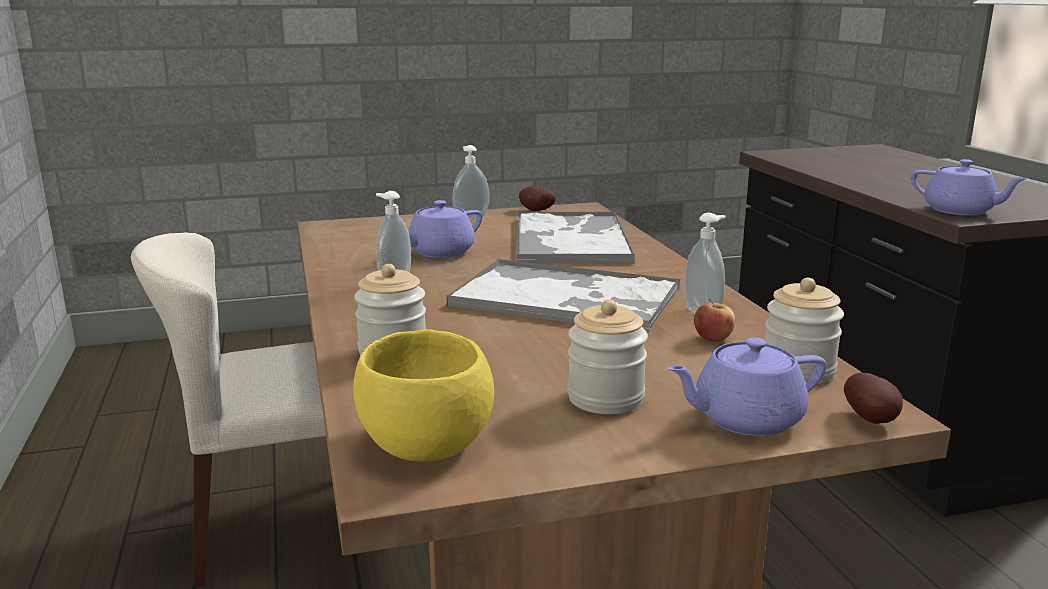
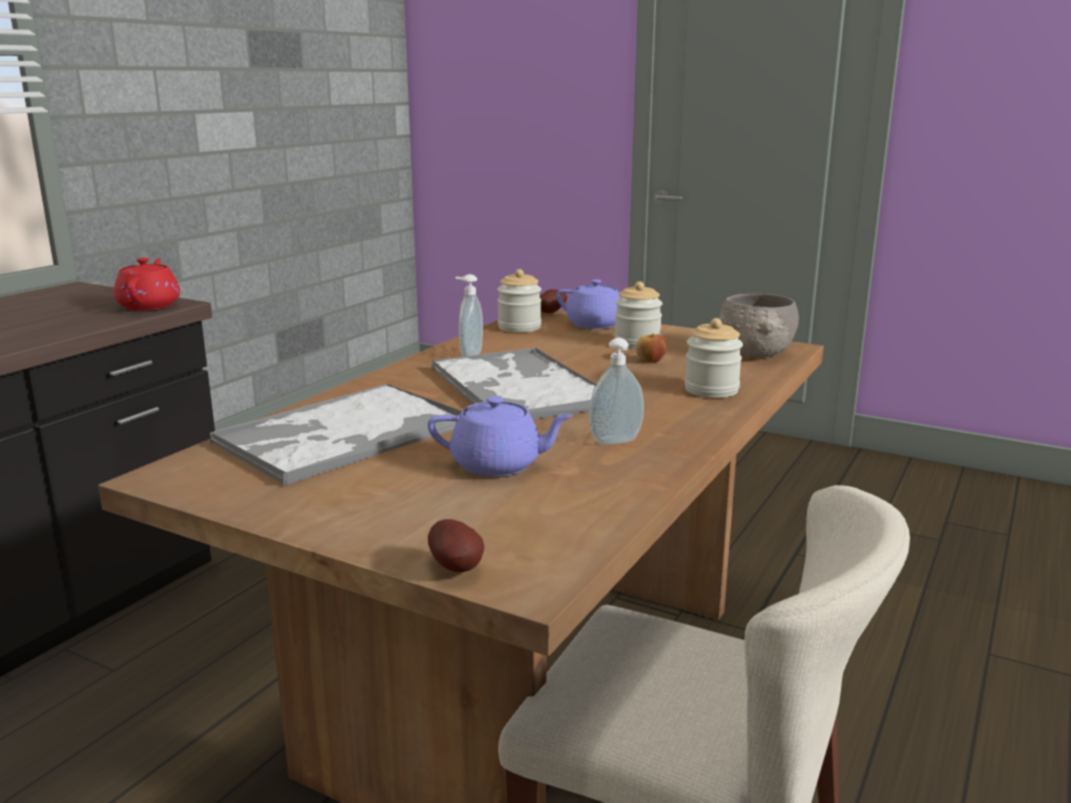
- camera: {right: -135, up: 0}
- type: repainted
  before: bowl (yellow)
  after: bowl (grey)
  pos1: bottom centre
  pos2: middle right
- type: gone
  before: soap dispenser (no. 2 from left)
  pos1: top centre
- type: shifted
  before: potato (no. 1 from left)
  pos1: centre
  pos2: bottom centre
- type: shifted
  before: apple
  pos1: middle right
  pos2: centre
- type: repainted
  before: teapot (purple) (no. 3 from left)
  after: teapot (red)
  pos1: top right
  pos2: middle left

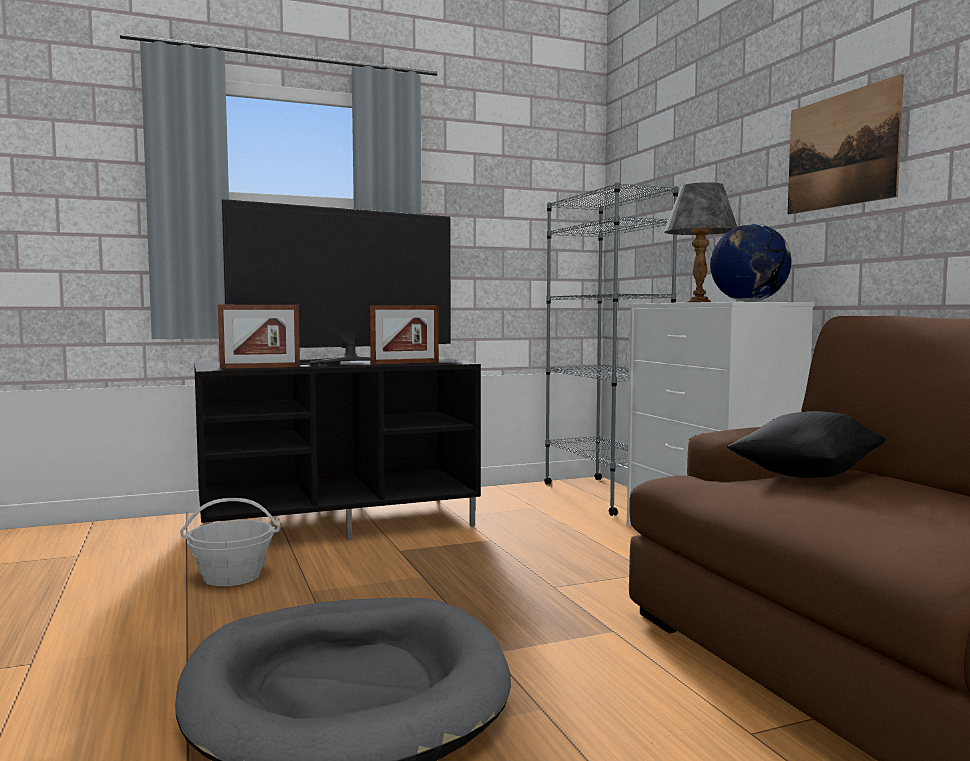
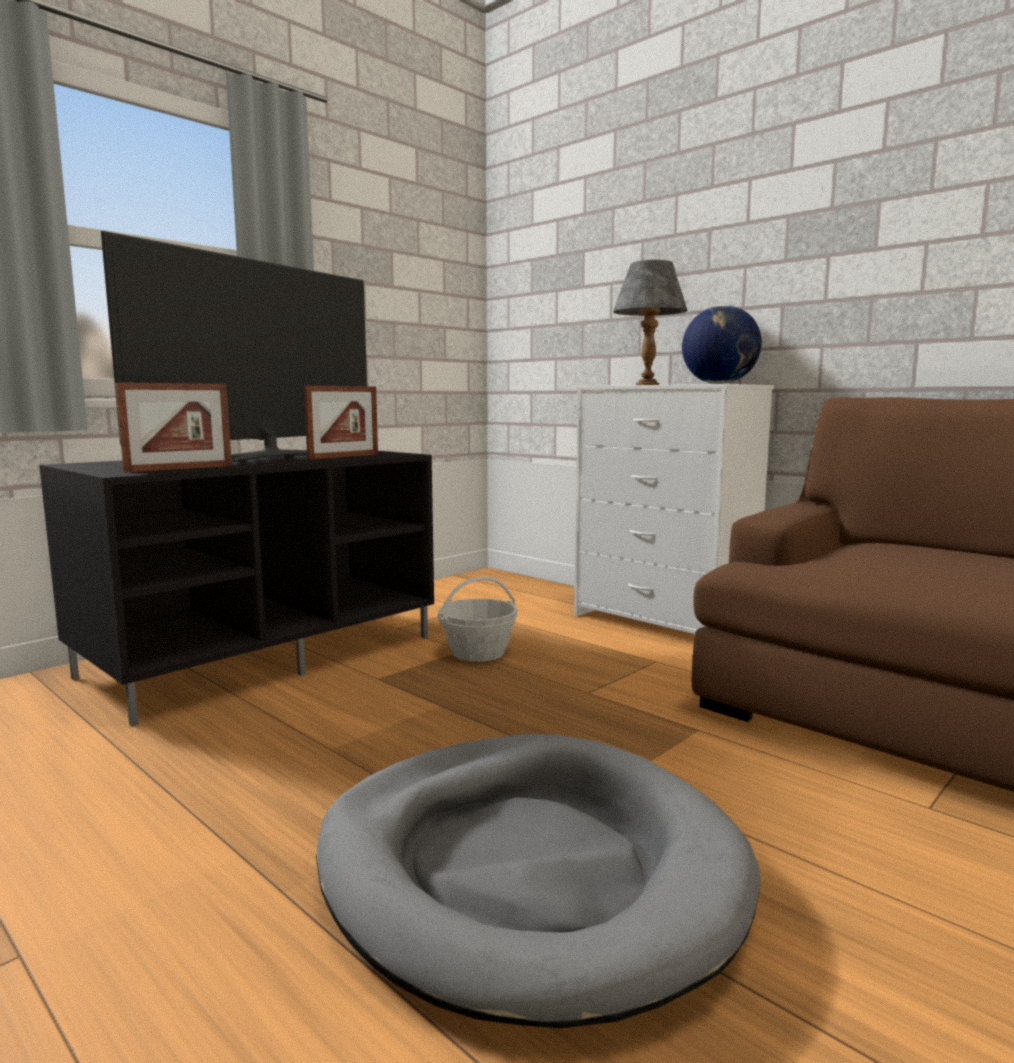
- camera: {right: -25, up: 5}
- type: shifted
  before: basket
  pos1: bottom left
  pos2: centre
- type: gone
  before: bookcase (grey)
  pos1: centre
- type: gone
  before: pillow (black)
  pos1: middle right
- type: gone
  before: picture
  pos1: top right

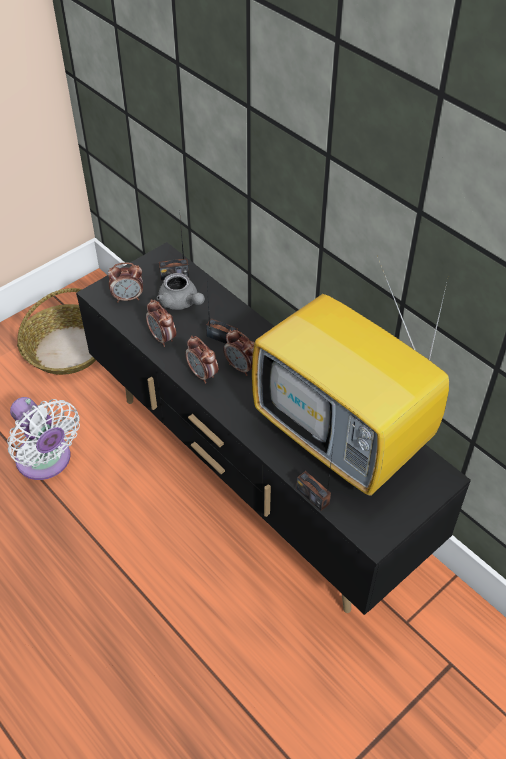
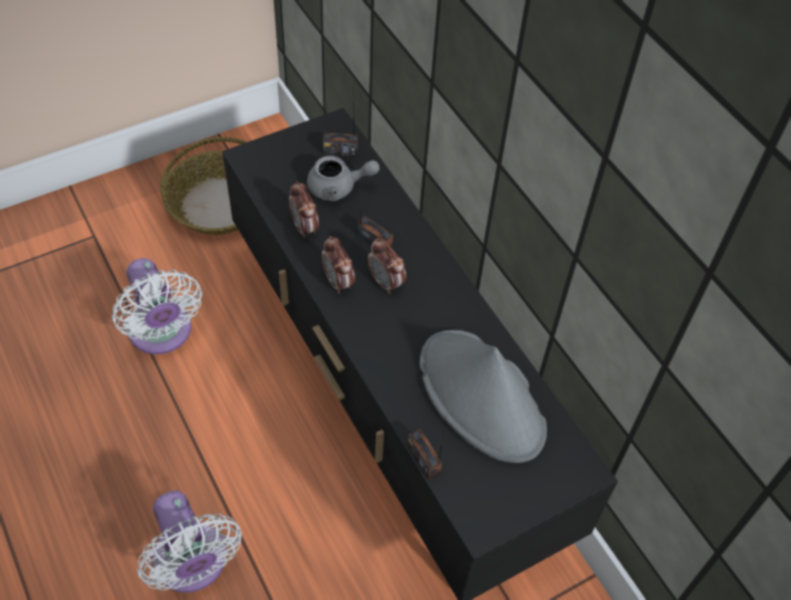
- camera: {right: 10, up: 5}
- type: gone
  before: alarm clock (no. 1 from left)
  pos1: middle left
- type: rotated
  before: teapot (grey)
  pos1: centre
  pos2: top centre
  turn: -60
- type: swapped
  before: television
  after: hat (grey)
  pos1: middle right
  pos2: centre
- type: new
  after: fan (white) (no. 2 from left)
  pos2: bottom left

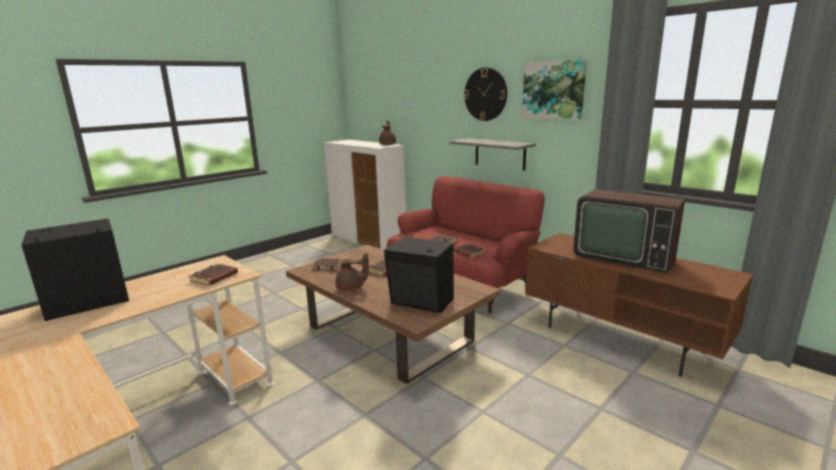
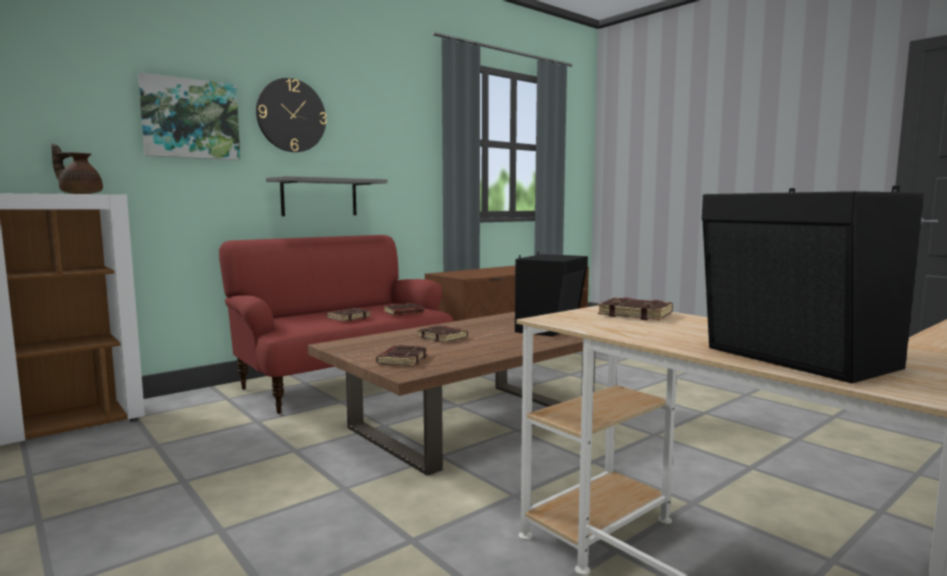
- camera: {right: -85, up: -10}
- type: gone
  before: teapot (brown) (no. 1 from left)
  pos1: centre
- type: shifted
  before: picture
  pos1: top centre
  pos2: top left
- type: gone
  before: television
  pos1: middle right

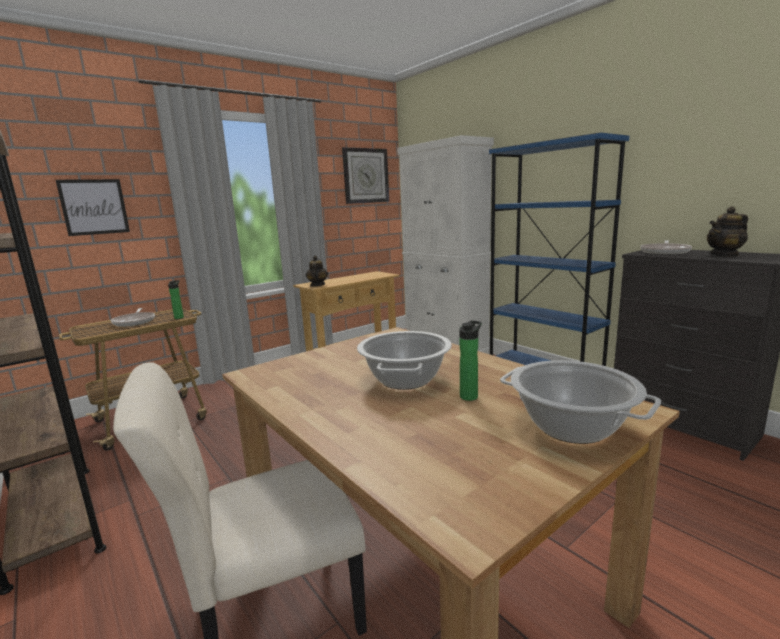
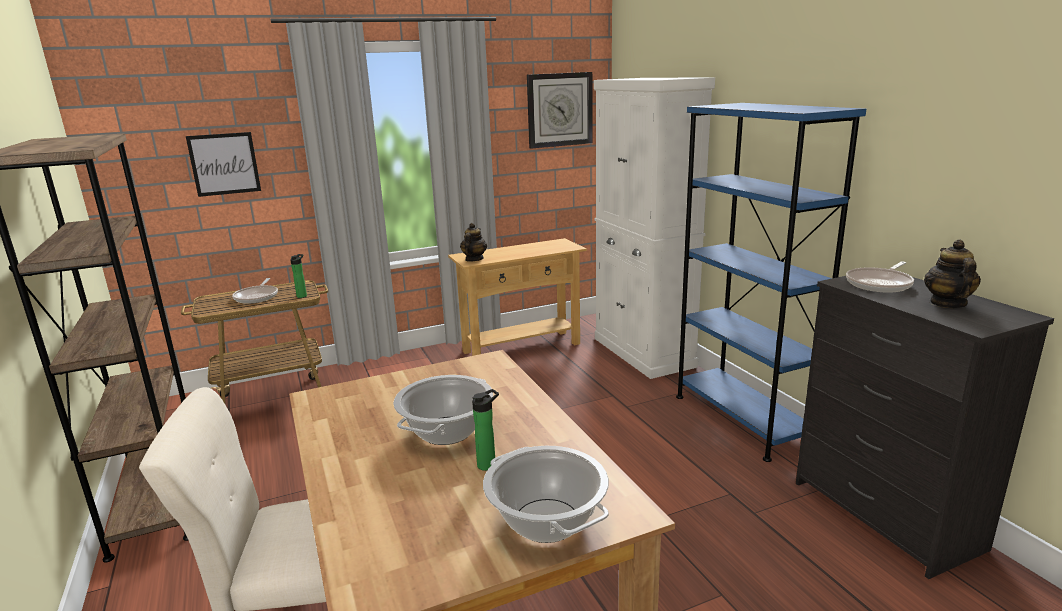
- camera: {right: 15, up: 5}
- type: rotated
  before: teapot (no. 2 from left)
  pos1: middle right
  pos2: middle right
  turn: 105

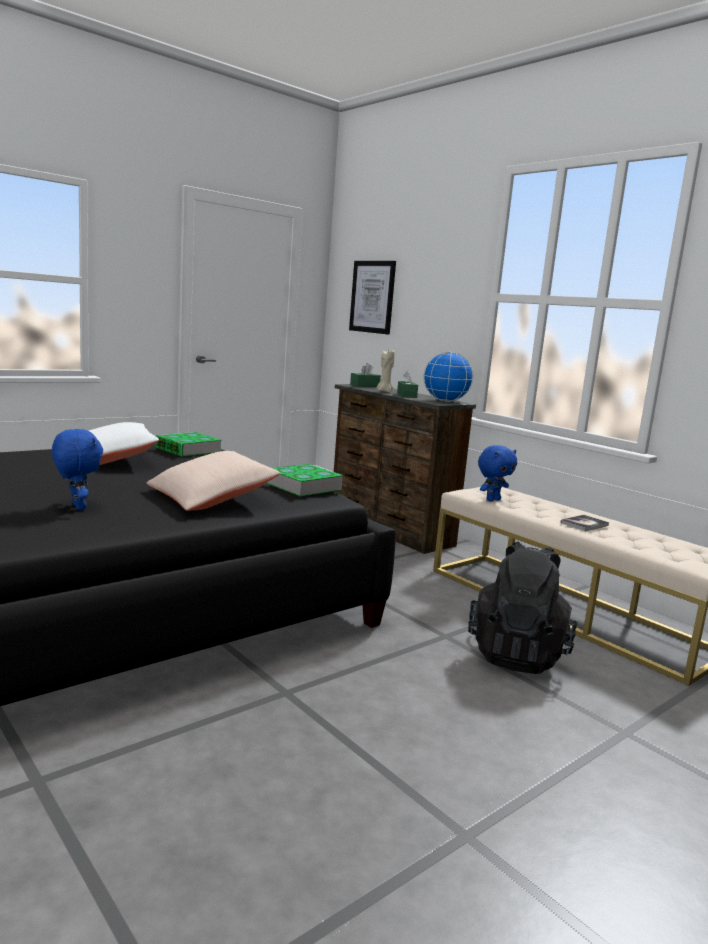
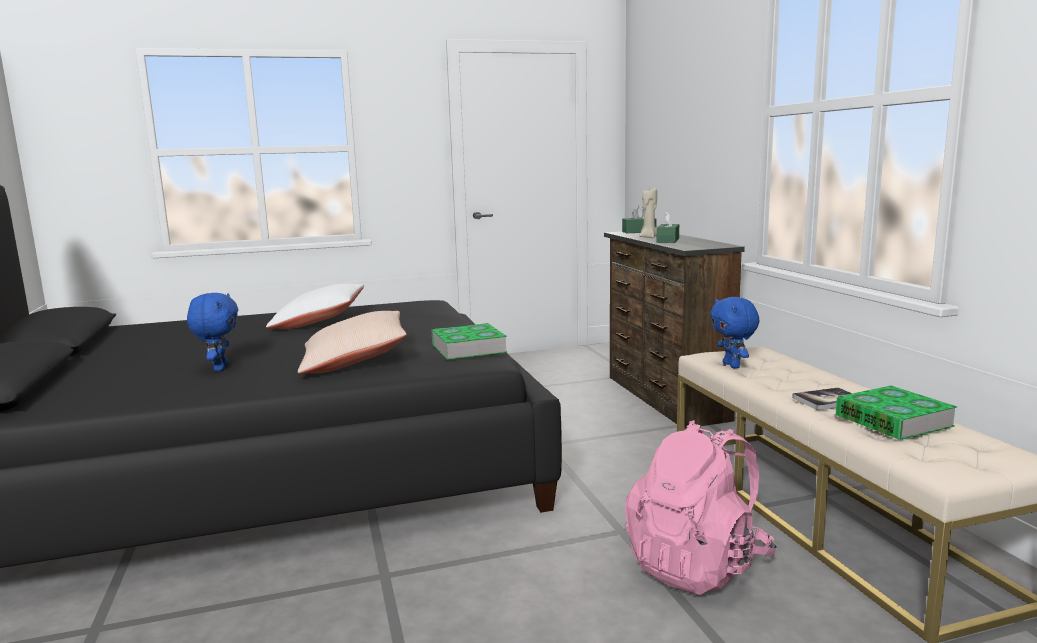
- camera: {right: 25, up: 0}
- type: shifted
  before: book (no. 1 from left in the first image)
  after: book (no. 3 from left)
  pos1: middle left
  pos2: middle right
- type: gone
  before: picture
  pos1: top centre
- type: gone
  before: globe
  pos1: centre
- type: repainted
  before: backpack (black)
  after: backpack (pink)
  pos1: middle right
  pos2: bottom right
- type: rotated
  before: plush toy (blue) (no. 2 from left)
  pos1: middle right
  pos2: middle right
  turn: 90

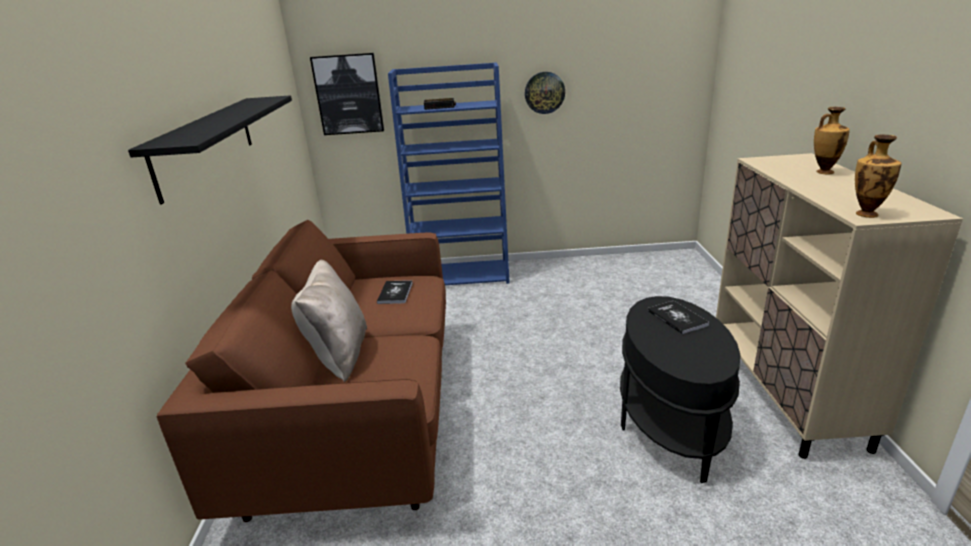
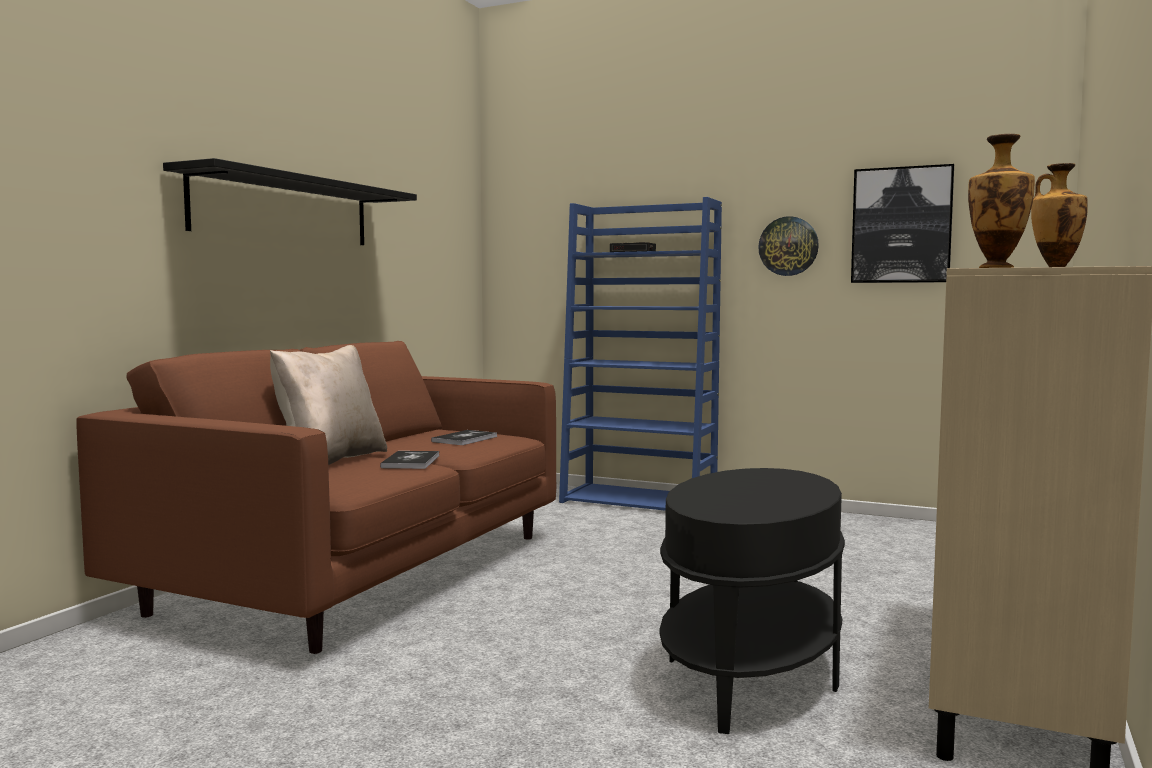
- camera: {right: 25, up: -20}
- type: shifted
  before: picture
  pos1: top centre
  pos2: top right
- type: shifted
  before: book (no. 2 from left in the first image)
  after: book (no. 1 from left)
  pos1: middle right
  pos2: centre

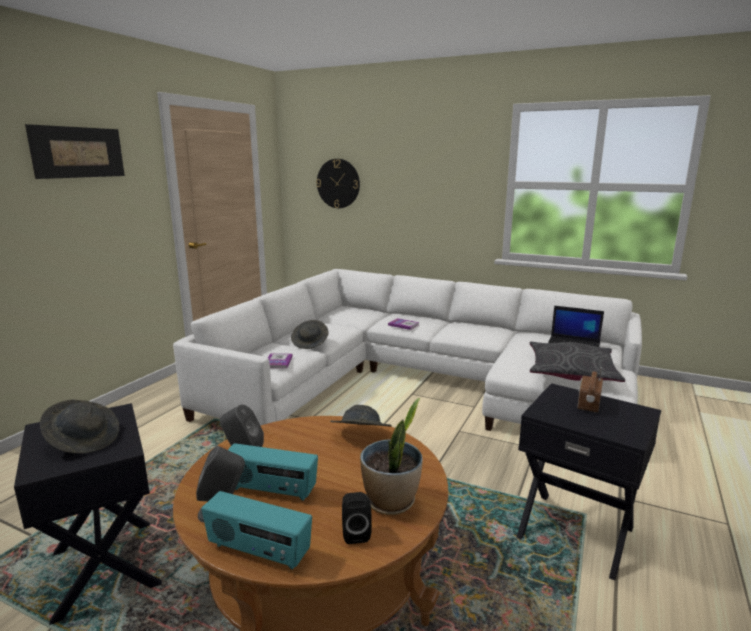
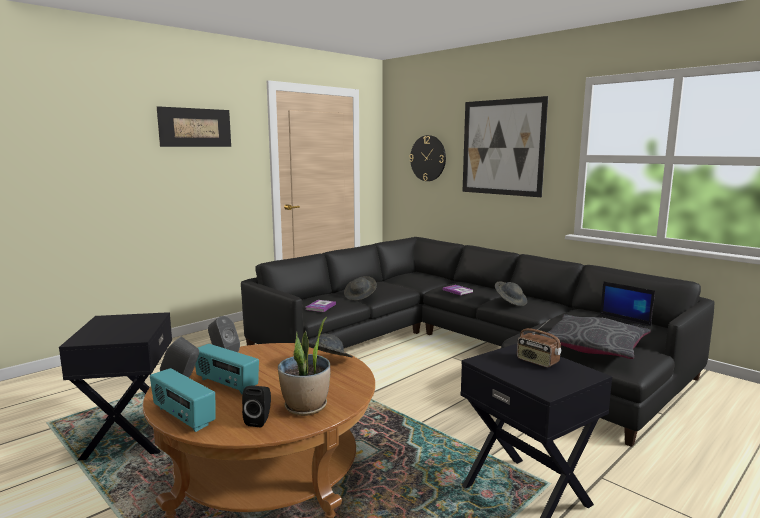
- camera: {right: 20, up: -5}
- type: shifted
  before: hat (grey) (no. 1 from left in the first image)
  after: hat (grey) (no. 3 from left)
  pos1: bottom left
  pos2: middle right
- type: repainted
  before: sofa (white)
  after: sofa (black)
  pos1: centre
  pos2: centre
- type: rotated
  before: radio (no. 3 from left)
  pos1: middle right
  pos2: middle right
  turn: -90
- type: new
  after: picture (no. 2 from left)
  pos2: top centre

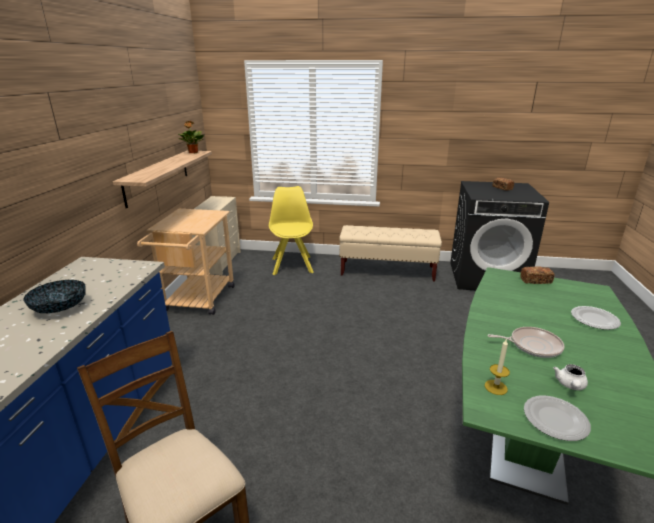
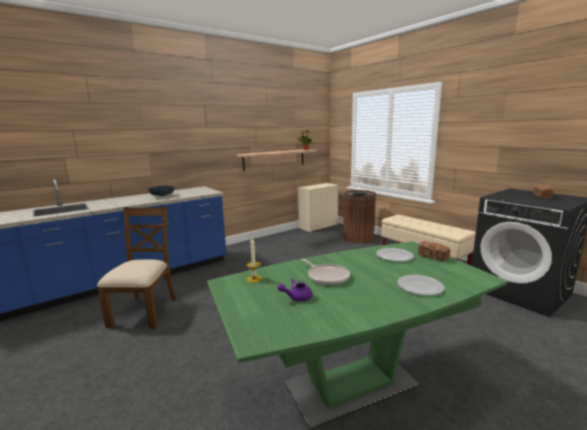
- camera: {right: 45, up: -10}
- type: gone
  before: cart (beige)
  pos1: middle left
- type: swapped
  before: chair (yellow)
  after: trash can (brown)
  pos1: centre
  pos2: centre
- type: shifted
  before: plate (no. 1 from left)
  pos1: bottom right
  pos2: middle right
- type: repainted
  before: teapot (white)
  after: teapot (purple)
  pos1: bottom right
  pos2: bottom centre

